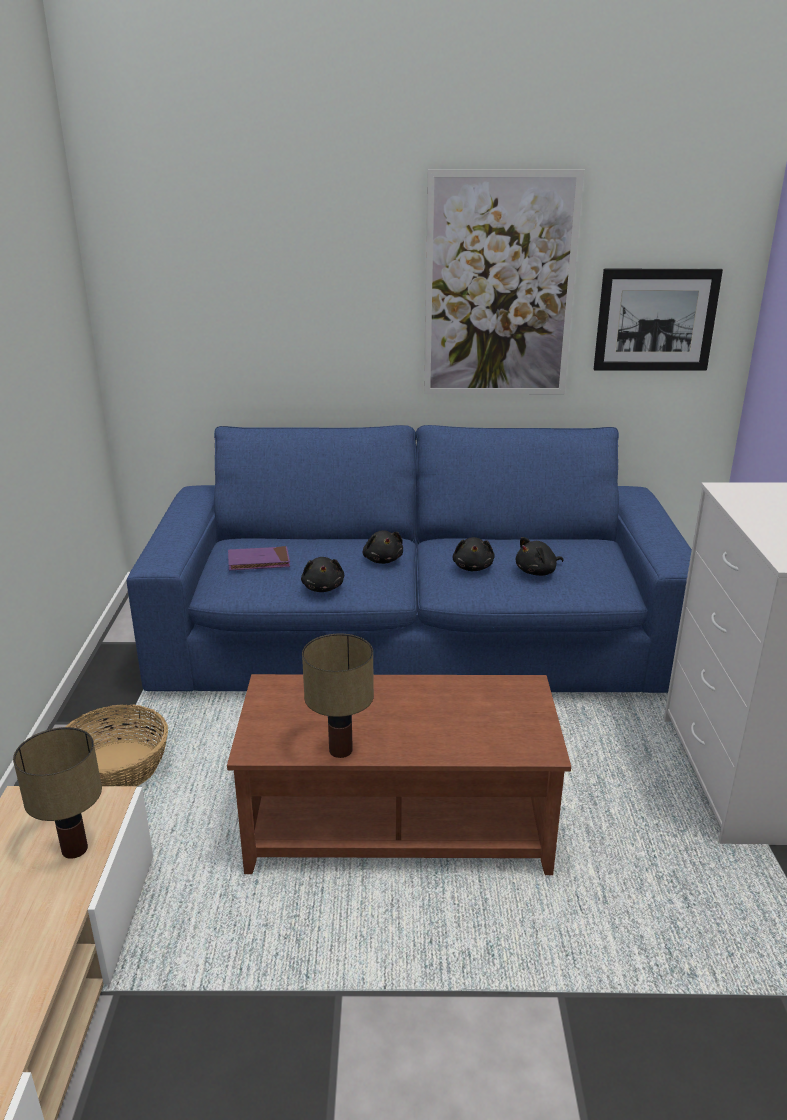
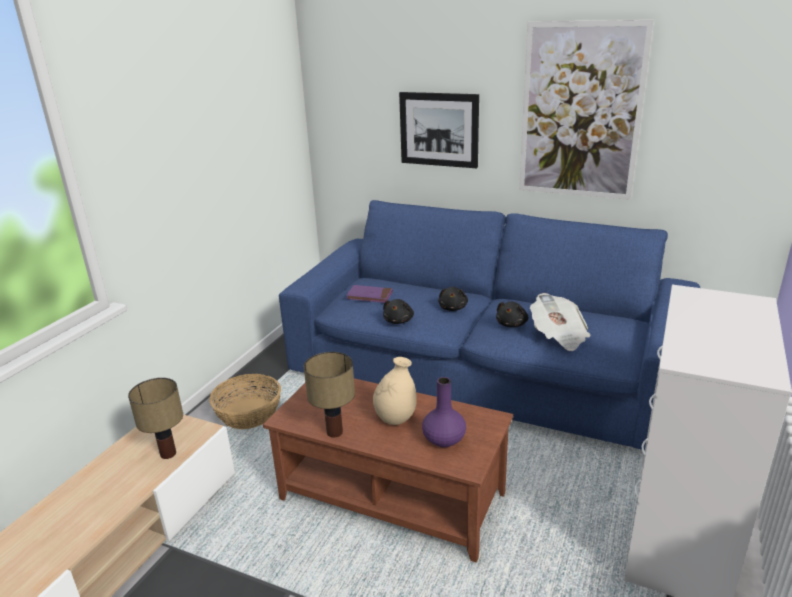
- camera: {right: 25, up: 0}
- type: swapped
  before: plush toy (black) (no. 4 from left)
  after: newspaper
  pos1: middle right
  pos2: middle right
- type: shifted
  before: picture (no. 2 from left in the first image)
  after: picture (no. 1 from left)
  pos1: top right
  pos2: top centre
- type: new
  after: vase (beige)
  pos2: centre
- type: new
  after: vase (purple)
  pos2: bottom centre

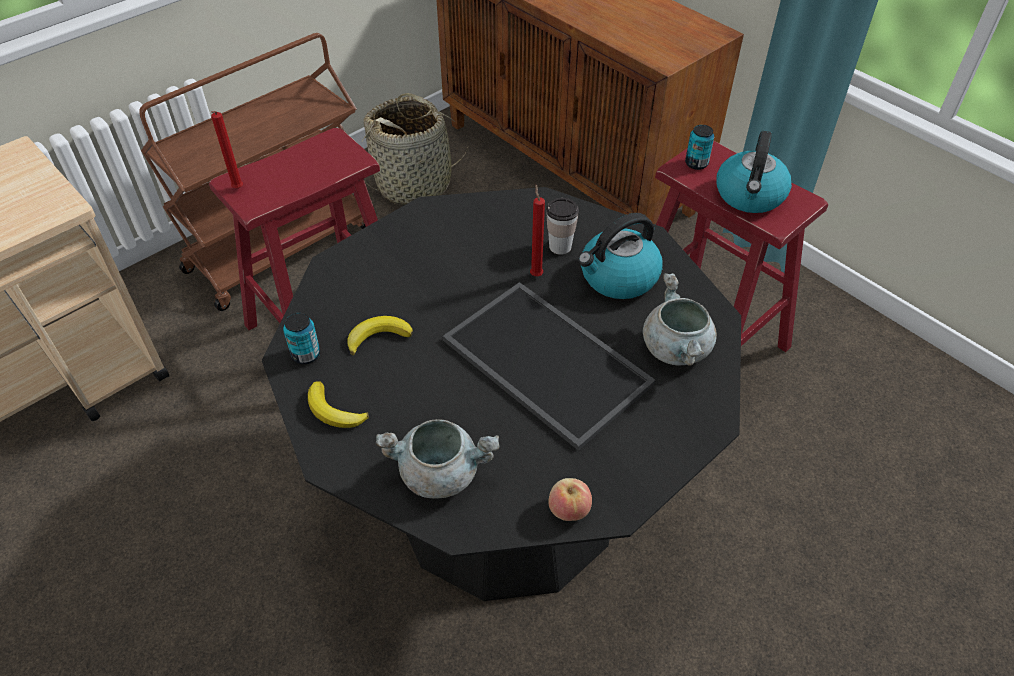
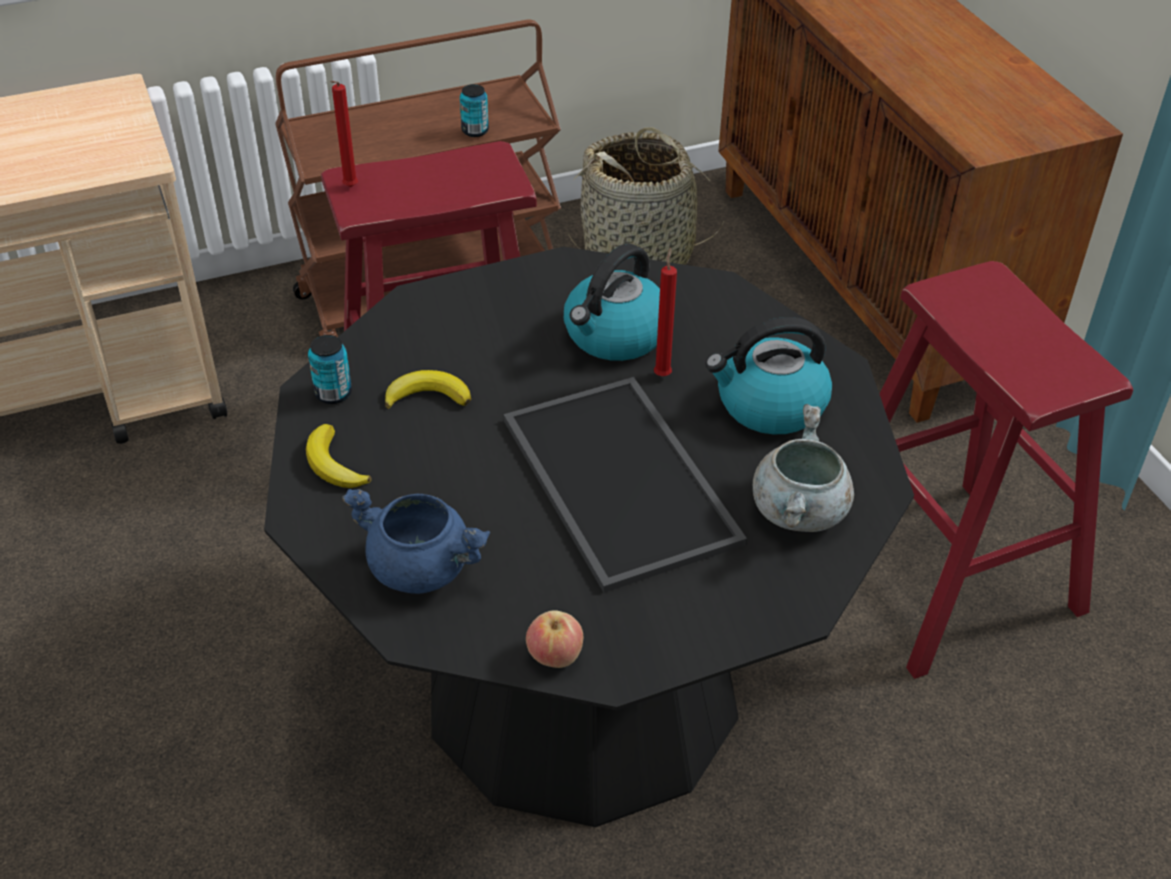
- camera: {right: 20, up: -5}
- type: repainted
  before: cooking pot (grey) (no. 1 from left)
  after: cooking pot (blue)
  pos1: bottom centre
  pos2: centre
- type: gone
  before: cup
  pos1: centre
- type: shifted
  before: can (no. 2 from left)
  pos1: top right
  pos2: top centre
- type: shifted
  before: kettle (no. 2 from left in the first image)
  after: kettle (no. 1 from left)
  pos1: top right
  pos2: centre

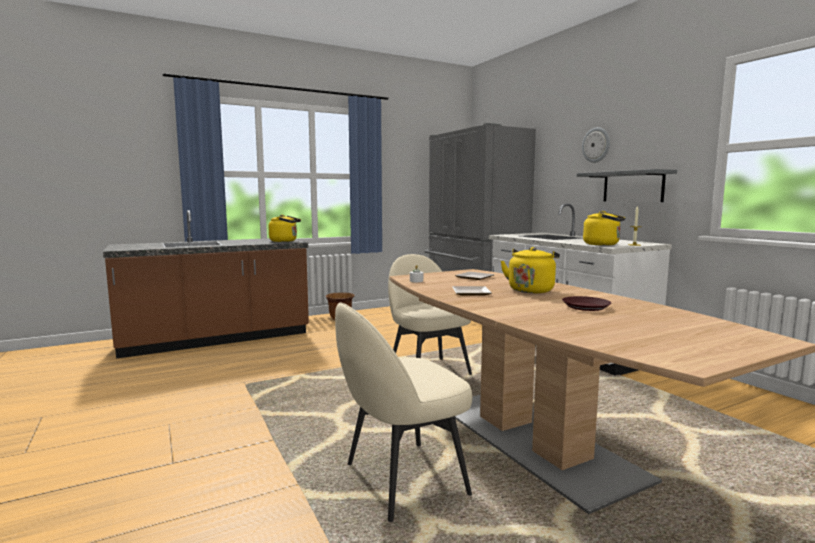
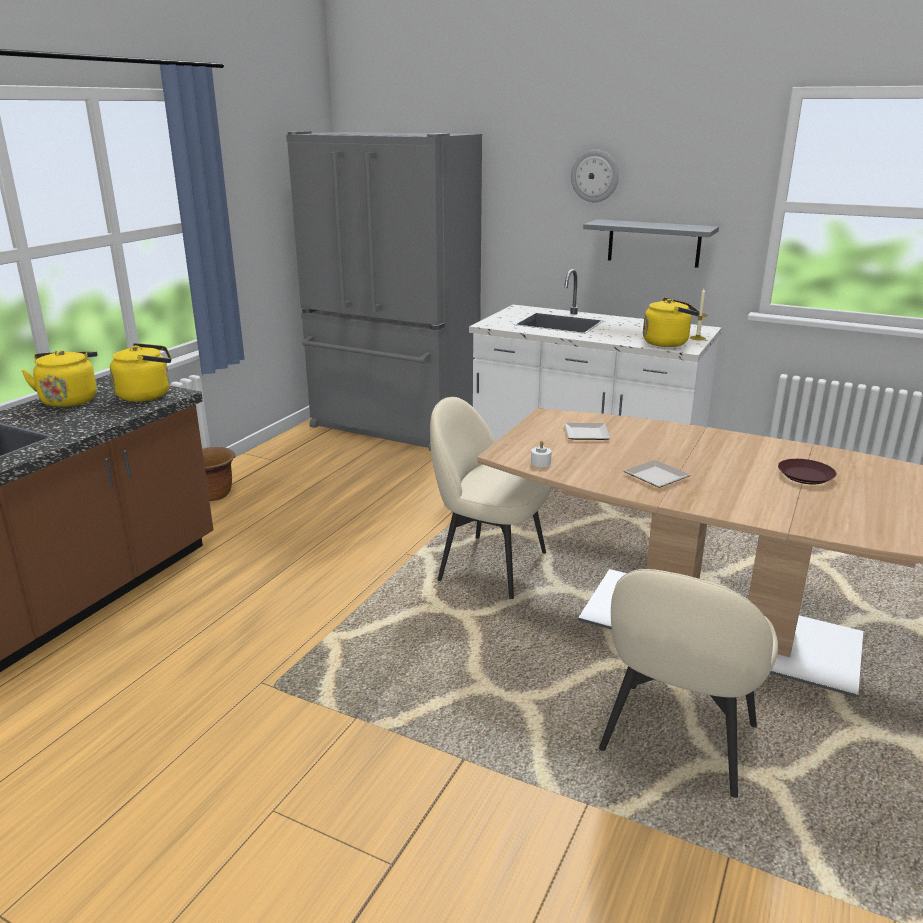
- camera: {right: -35, up: 15}
- type: shifted
  before: kettle (yellow) (no. 2 from left in the first image)
  after: kettle (yellow) (no. 1 from left)
  pos1: centre
  pos2: middle left

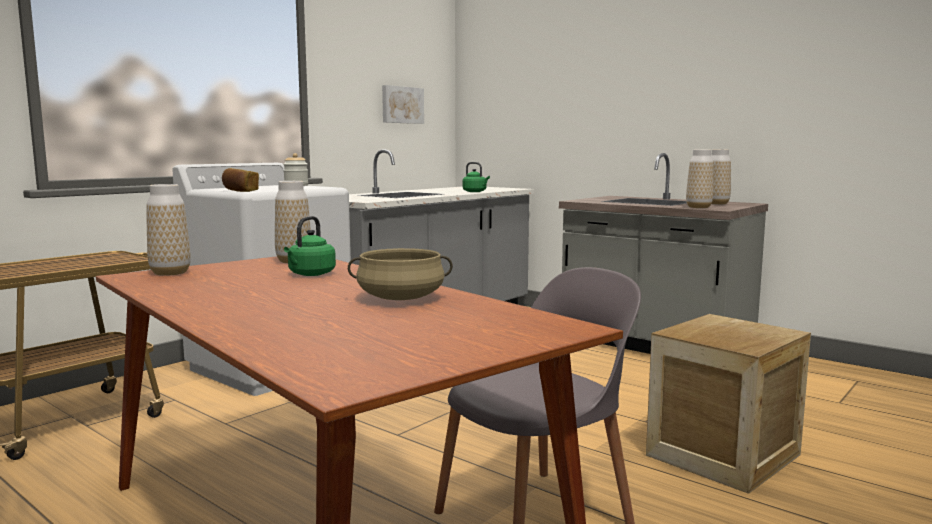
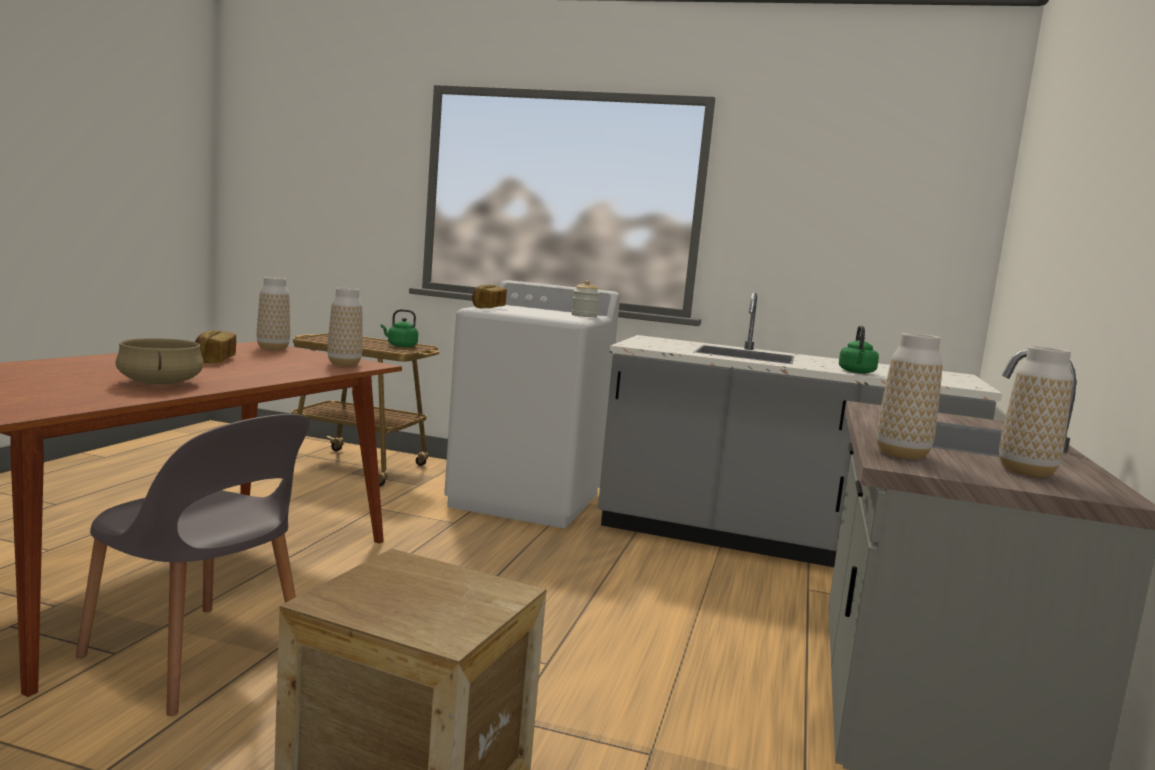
- camera: {right: 65, up: 0}
- type: shifted
  before: kettle (green) (no. 1 from left)
  pos1: middle left
  pos2: centre
- type: gone
  before: picture
  pos1: top centre
- type: new
  after: bread (no. 1 from left)
  pos2: middle left

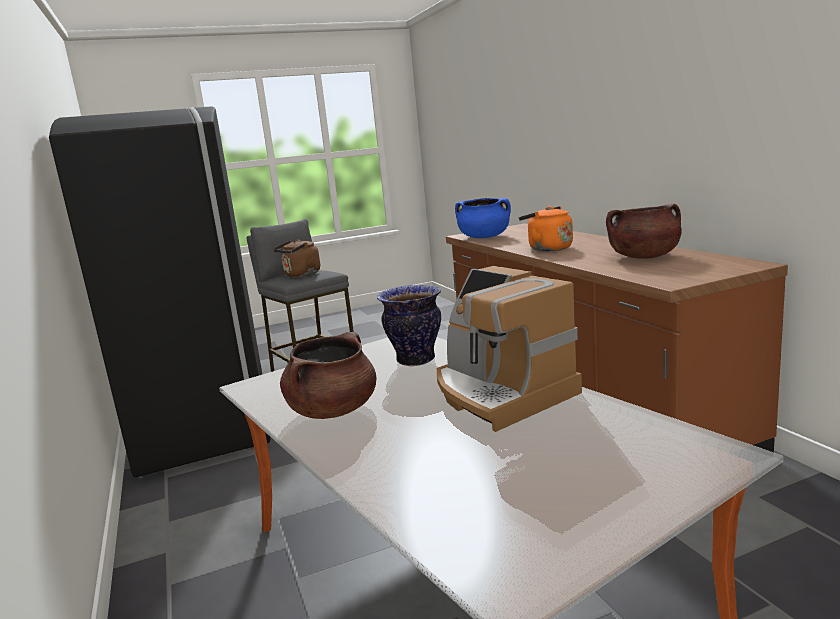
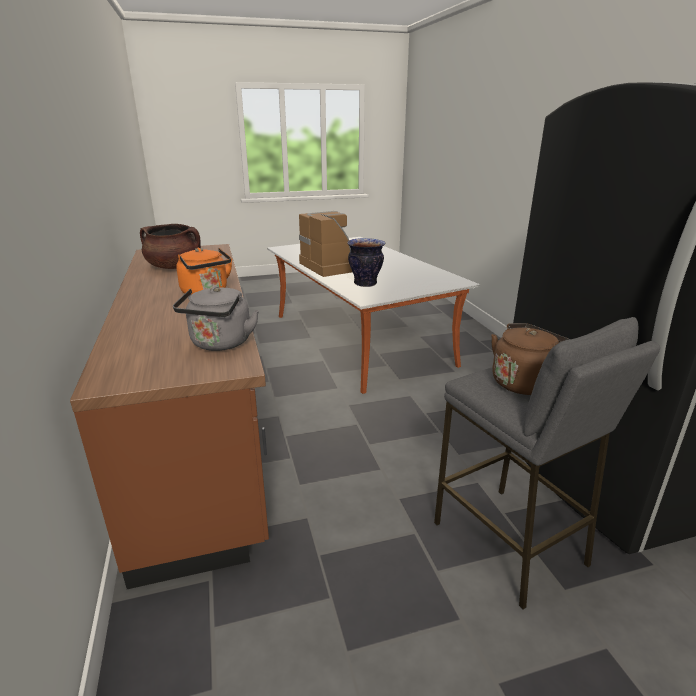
- camera: {right: -175, up: 10}
- type: gone
  before: cooking pot (brown) (no. 1 from left)
  pos1: centre
- type: swapped
  before: cooking pot (blue)
  after: kettle (grey)
  pos1: centre
  pos2: middle left

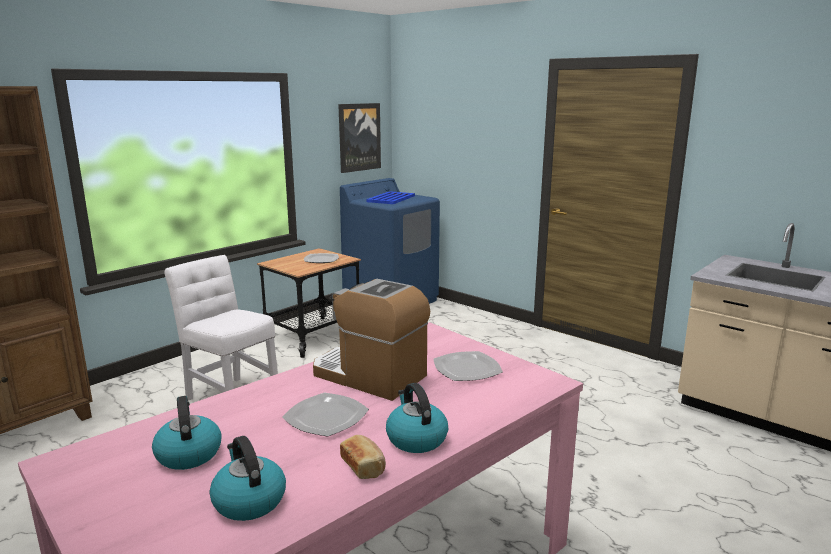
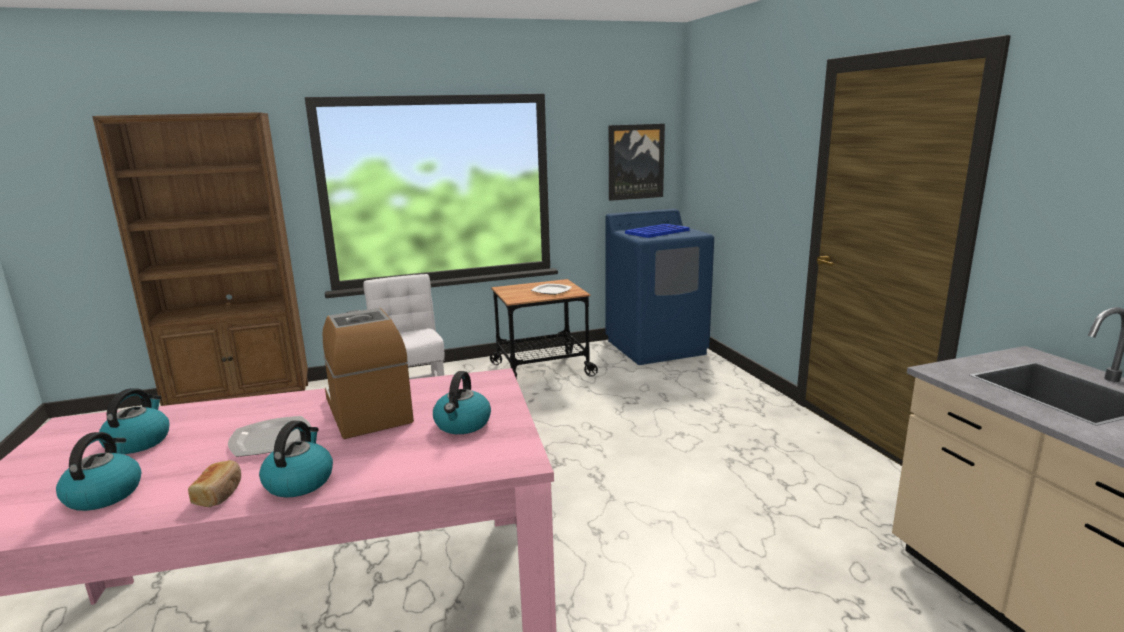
- camera: {right: 30, up: 0}
- type: swapped
  before: plate (no. 3 from left)
  after: kettle (no. 4 from left)
  pos1: centre
  pos2: centre

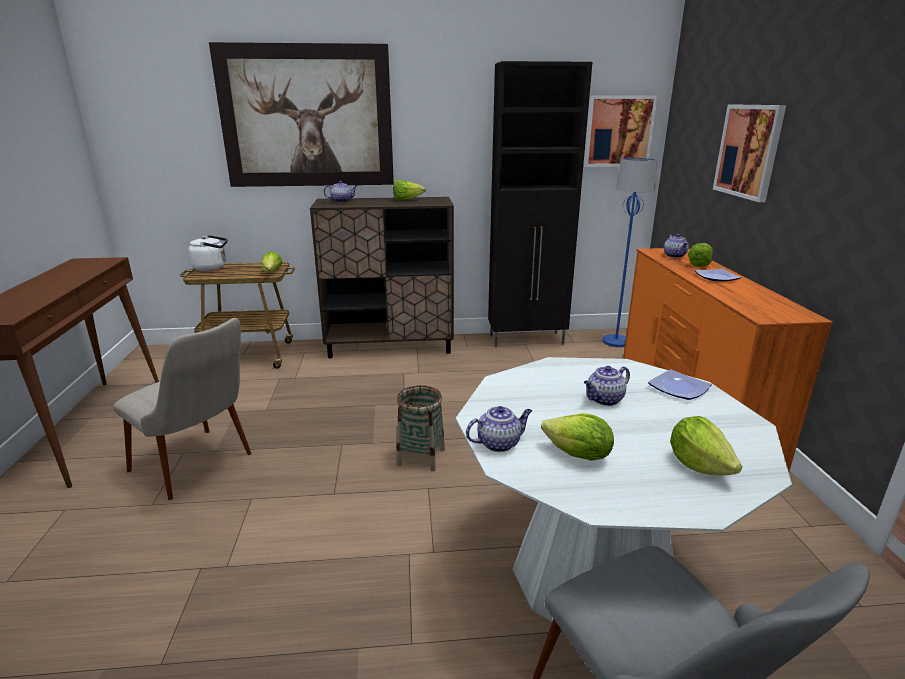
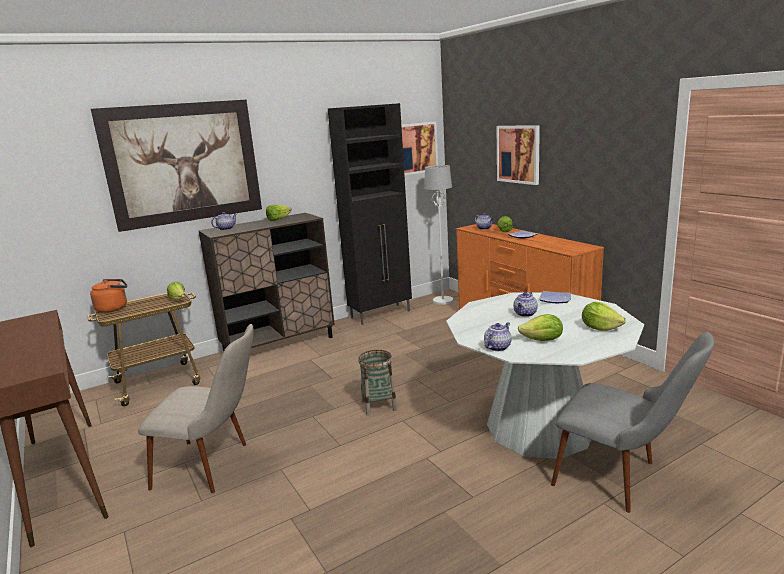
- camera: {right: -25, up: -5}
- type: repainted
  before: kettle (white)
  after: kettle (orange)
  pos1: middle left
  pos2: middle left
- type: repainted
  before: floor lamp (blue)
  after: floor lamp (white)
  pos1: middle right
  pos2: centre

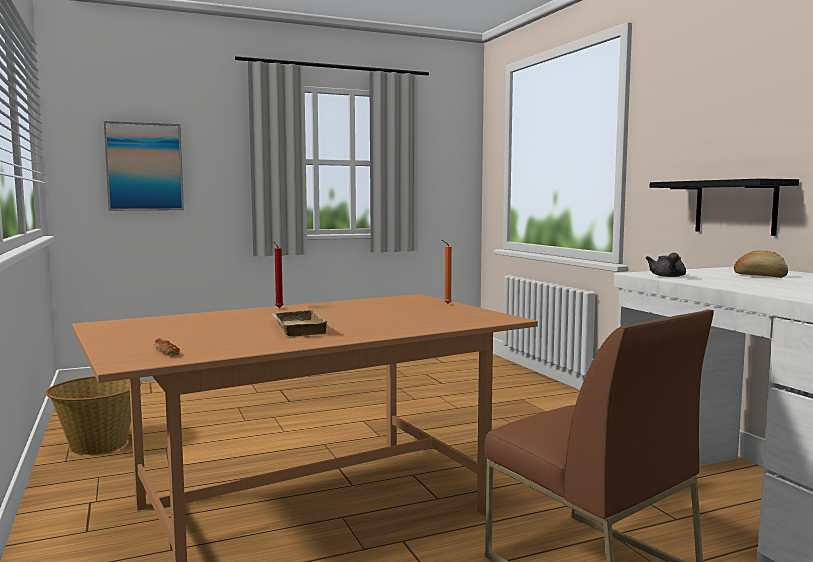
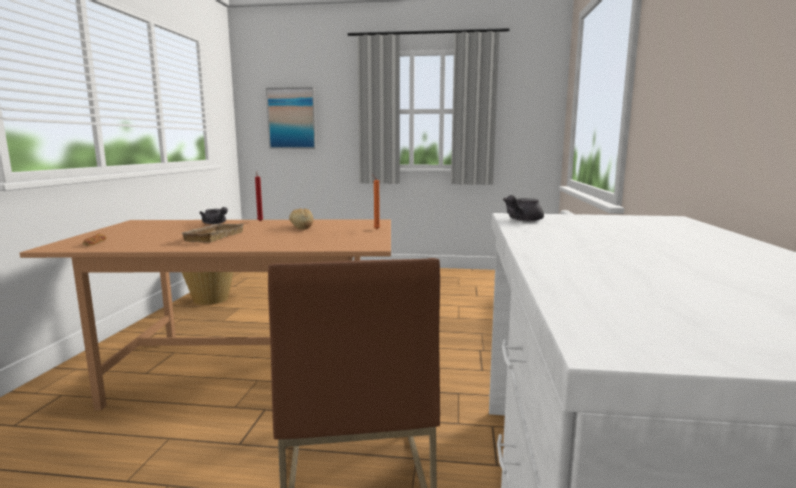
- camera: {right: 30, up: 5}
- type: gone
  before: shelf (black)
  pos1: middle right
- type: shifted
  before: bread (no. 2 from left)
  pos1: middle right
  pos2: centre
- type: new
  after: teapot (grey) (no. 1 from left)
  pos2: middle left

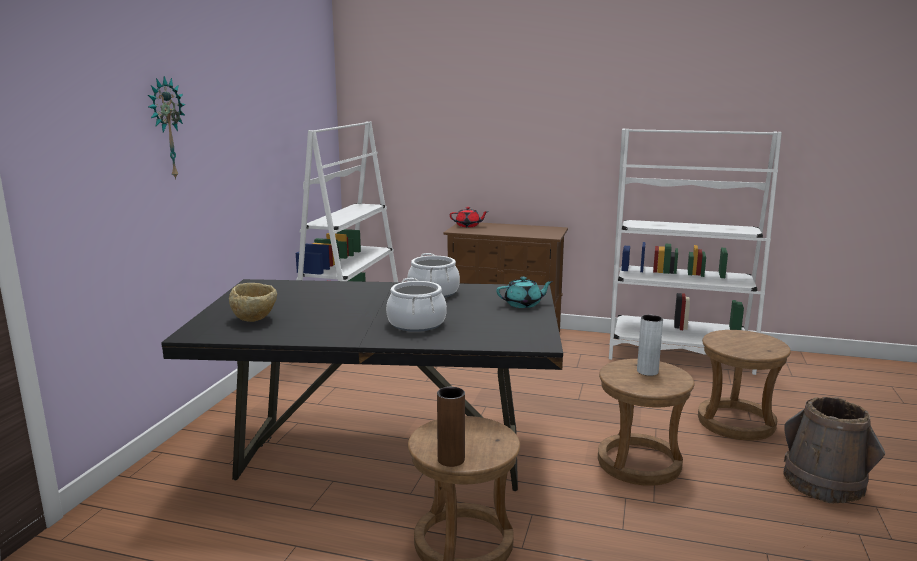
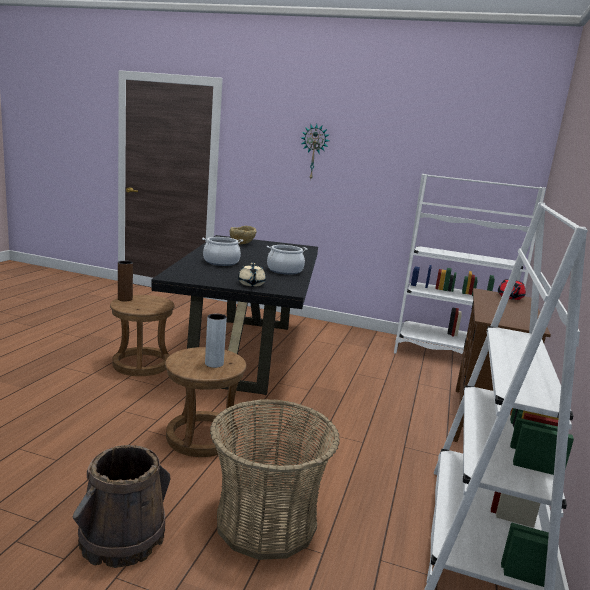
- camera: {right: 90, up: 0}
- type: repainted
  before: teapot (turquoise)
  after: teapot (beige)
  pos1: centre
  pos2: centre
- type: swapped
  before: stool (brown) (no. 3 from left)
  after: basket
  pos1: bottom right
  pos2: bottom centre

